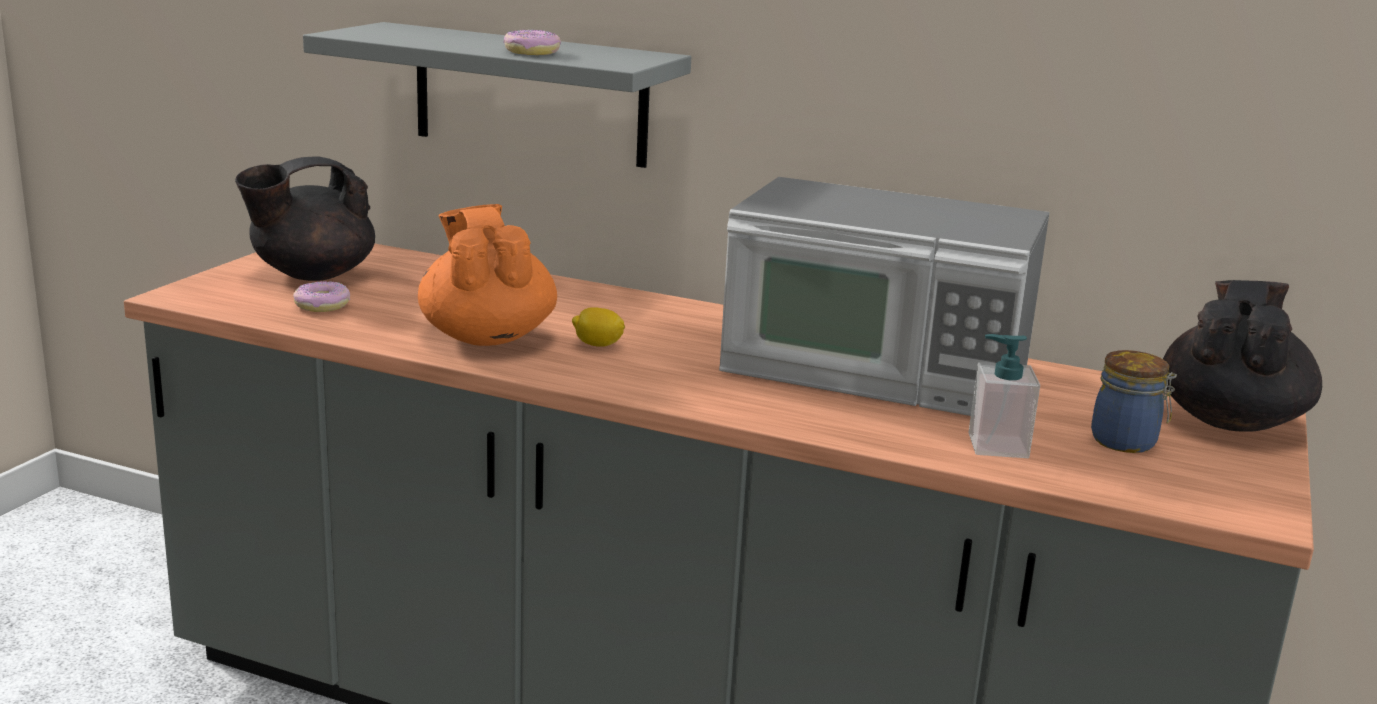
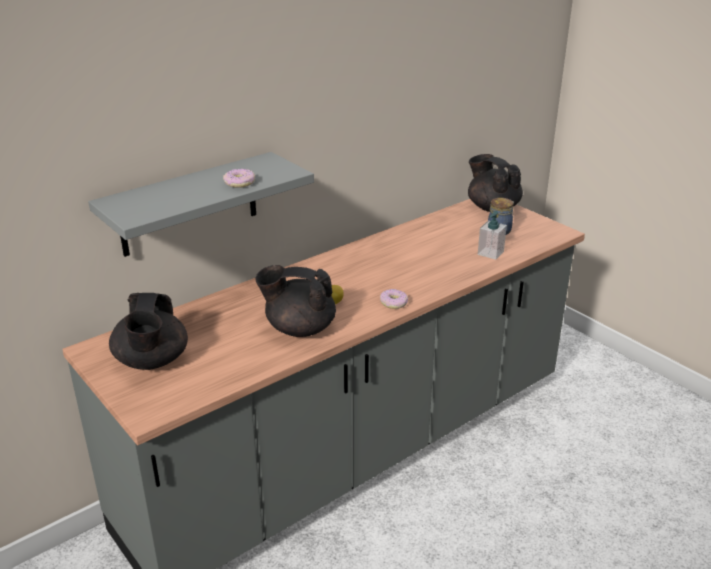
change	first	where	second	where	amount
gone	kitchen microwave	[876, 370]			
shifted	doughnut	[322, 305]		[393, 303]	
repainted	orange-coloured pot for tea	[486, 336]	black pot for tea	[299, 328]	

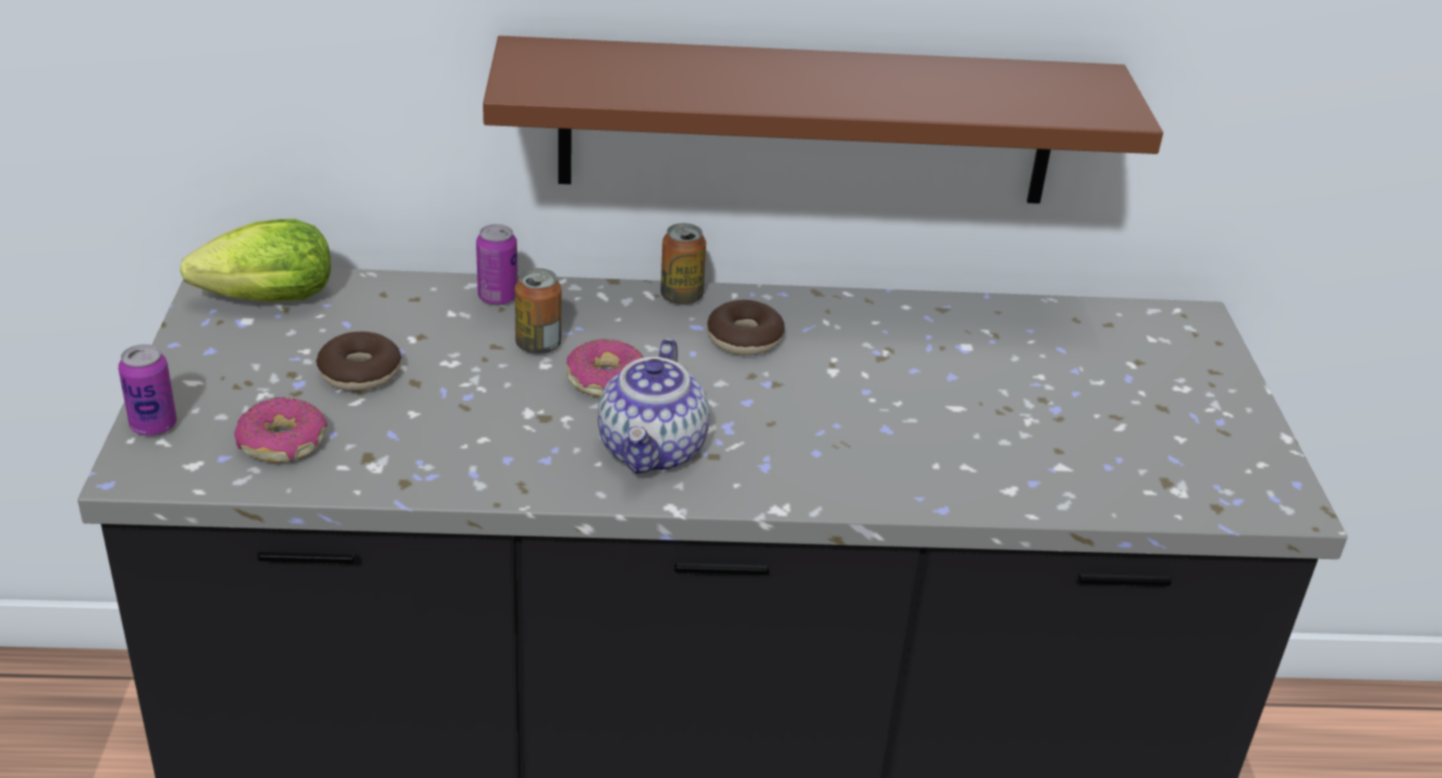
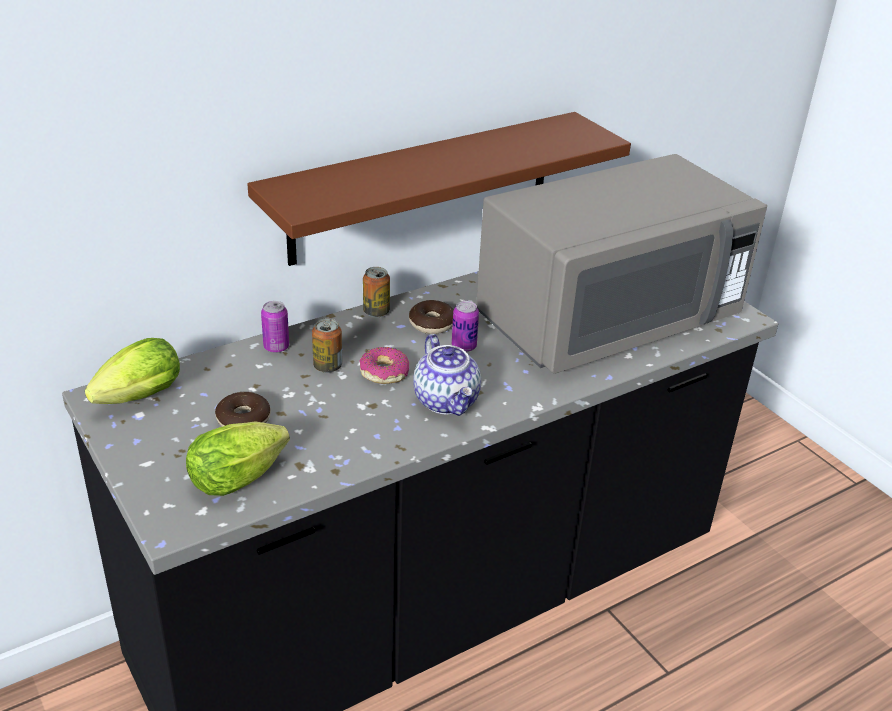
change	first	where	second	where	amount
new			gray kitchen microwave	[607, 322]	
shifted	metal can	[153, 426]		[464, 346]	
swapped	doughnut	[283, 443]	head of lettuce	[242, 477]	

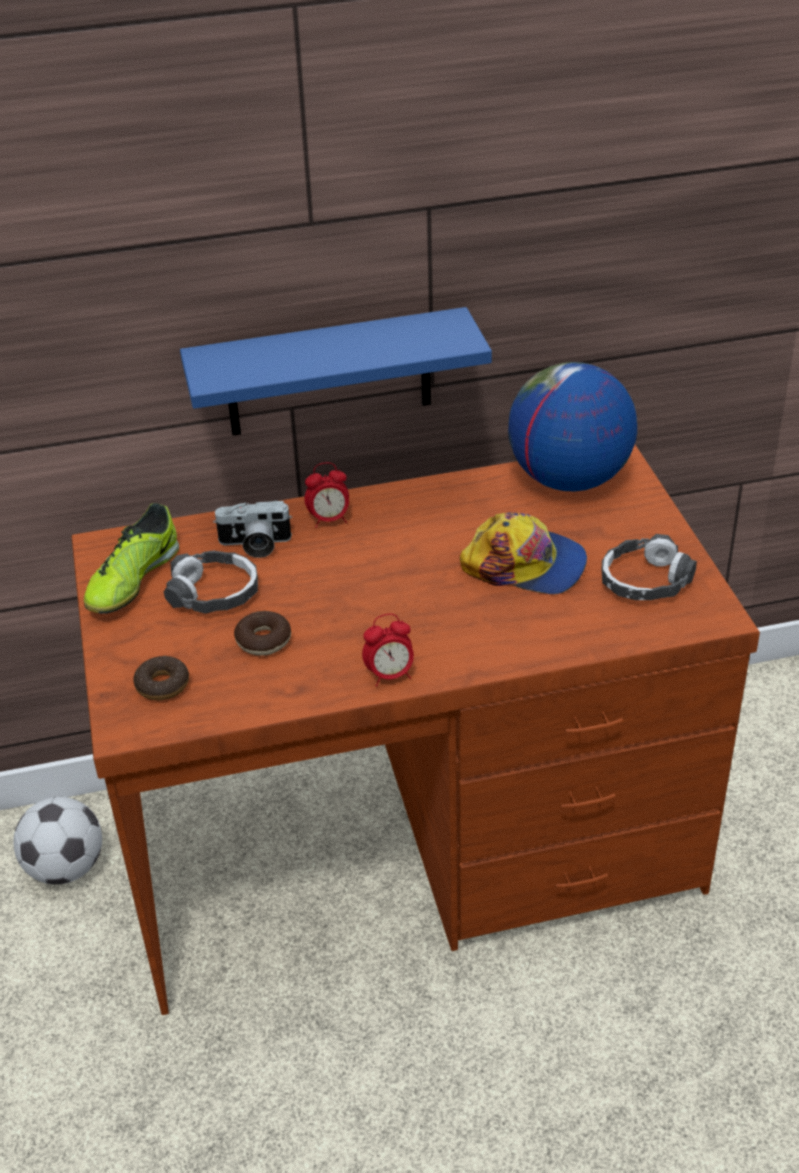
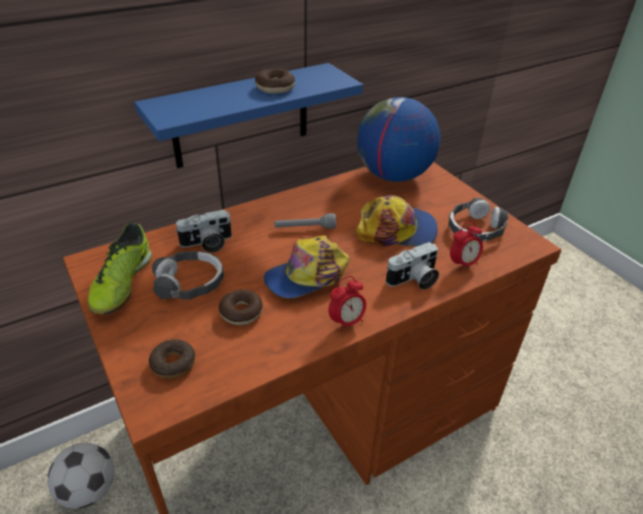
change	first	where	second	where	amount
new			doughnut	[275, 87]	
new			peaked cap	[307, 276]	
new			gray flashlight	[304, 228]	
new			still camera	[414, 280]	
shifted	table clock	[329, 520]		[463, 264]	

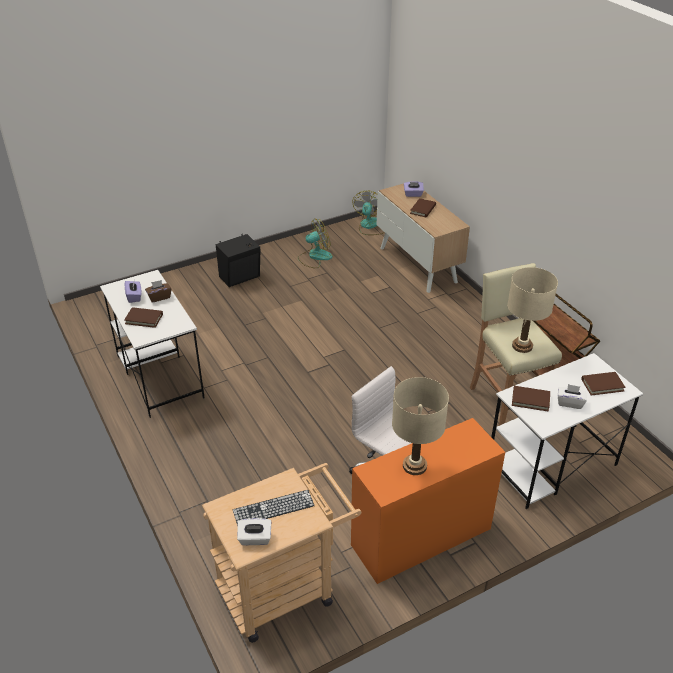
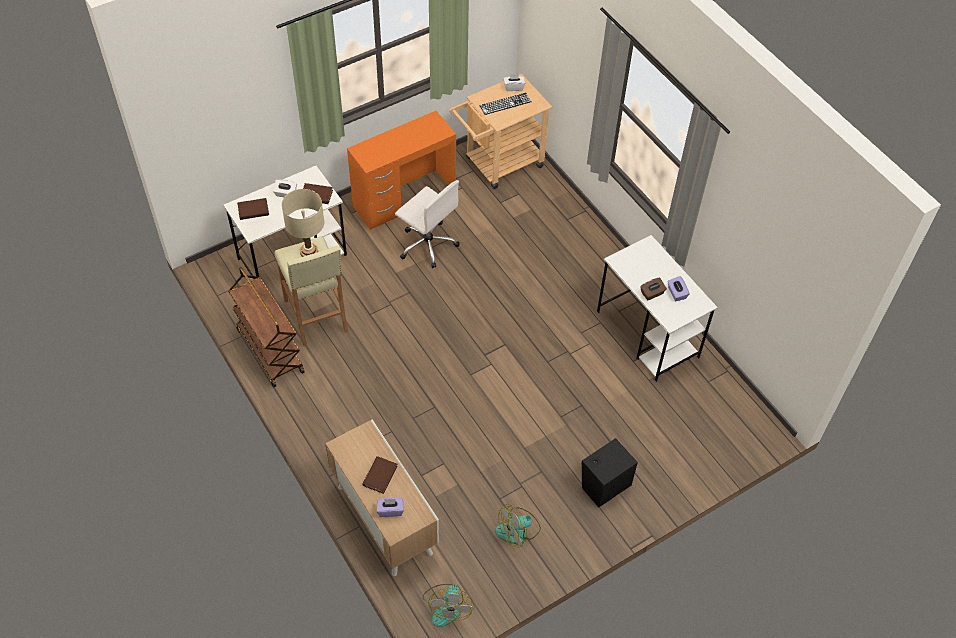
change	first	where	second	where	amount
gone	brown book	[144, 319]			
gone	beige lamp for a table	[414, 465]			

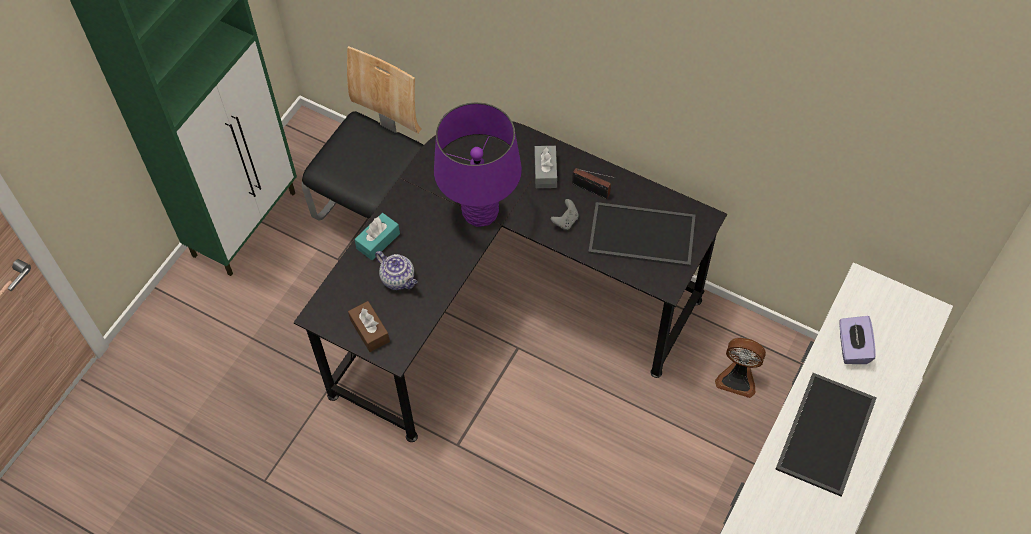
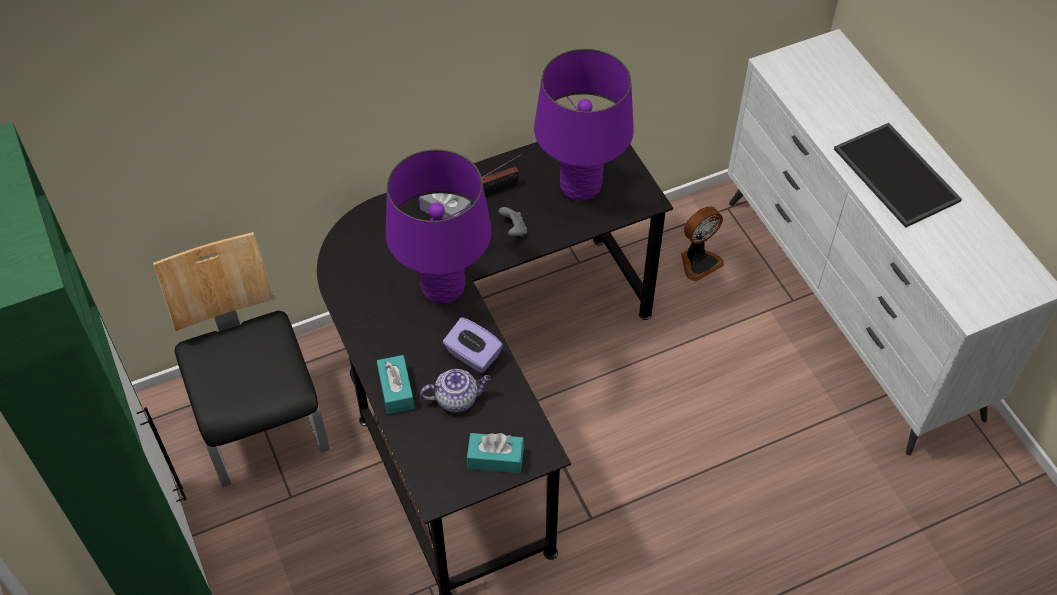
change	first	where	second	where	amount
shifted	purple tissue holder	[852, 348]		[473, 356]	
swapped	carrying tray	[640, 236]	purple lamp for a table	[580, 187]	
repainted	brown tissue holder	[370, 330]	turquoise tissue holder	[495, 458]	

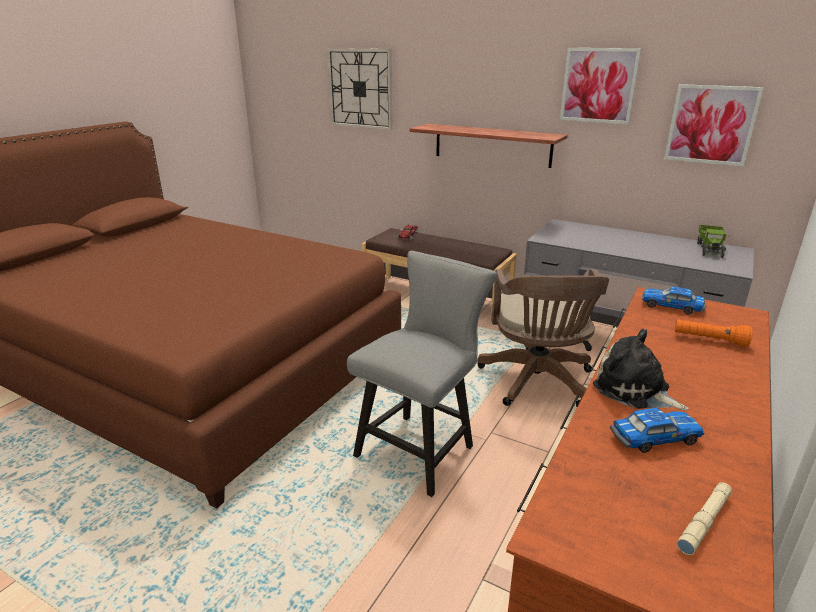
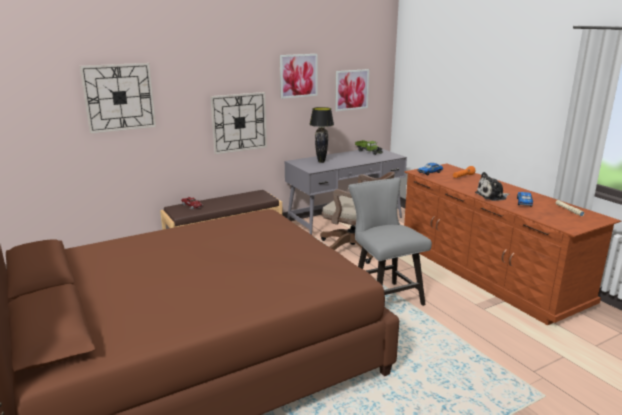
change	first	where	second	where	amount
new			black lamp for a table	[321, 162]	
swapped	shelf	[492, 145]	hanging clock	[239, 122]	

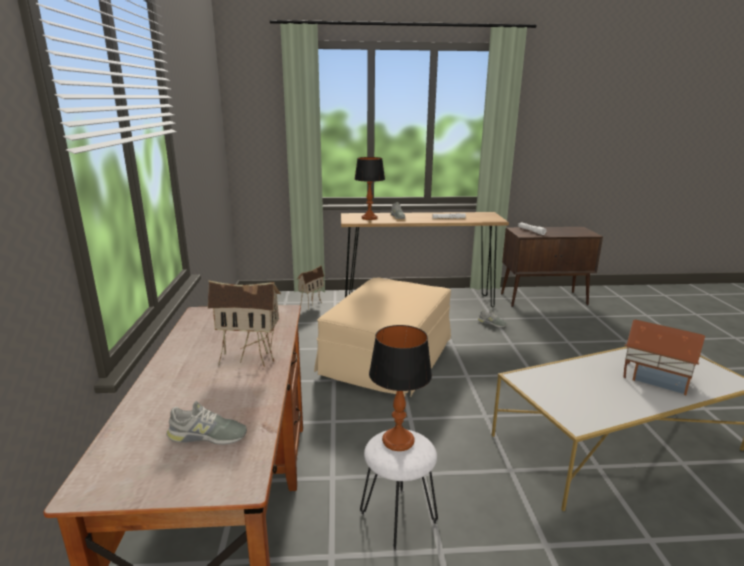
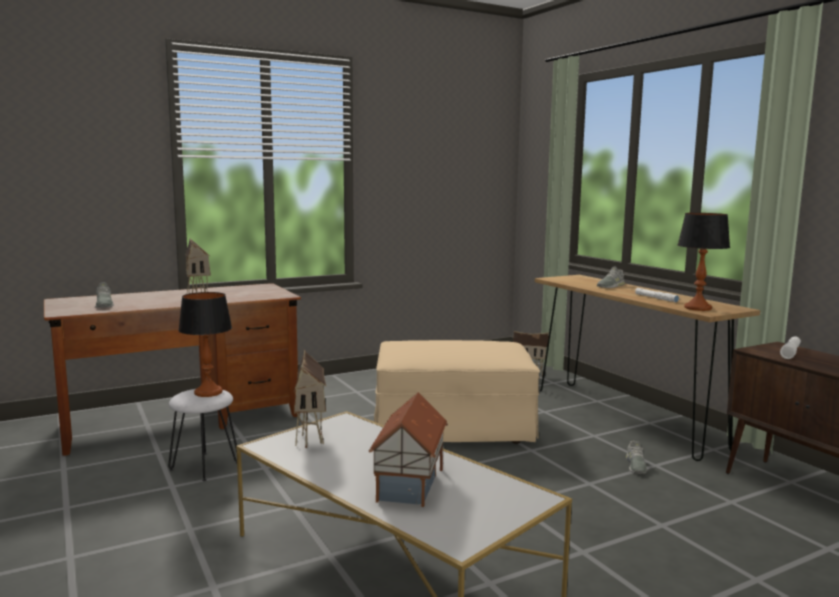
change	first	where	second	where	amount
new			model house	[311, 438]	
shifted	lamp for a table	[369, 218]		[697, 308]	

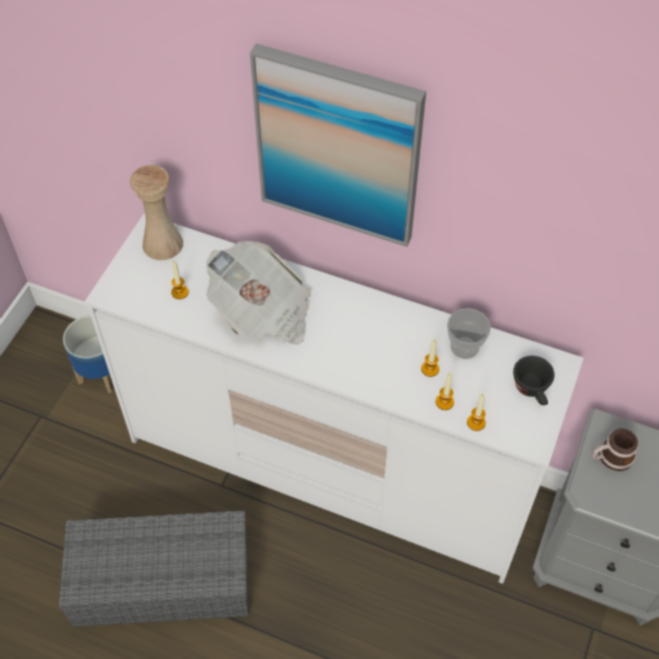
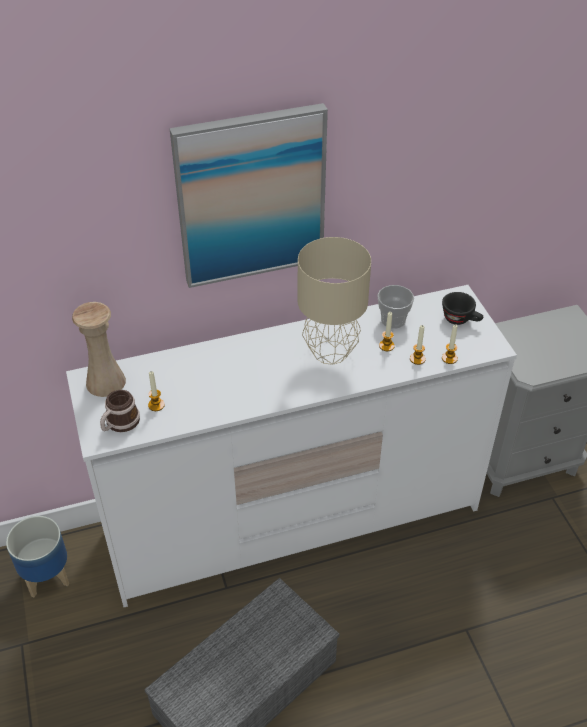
change	first	where	second	where	amount
gone	daily paper	[262, 312]			
new			beige lamp for a table	[329, 351]	
shifted	coffee mug	[610, 457]		[119, 424]	

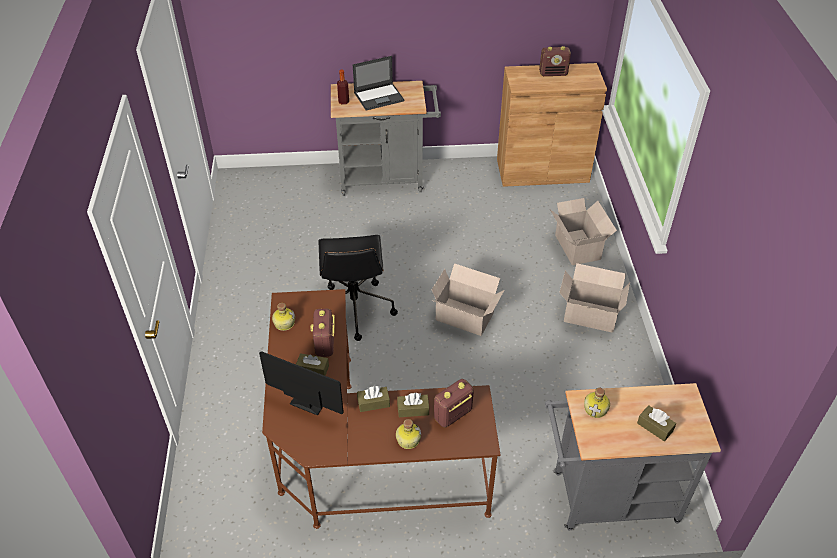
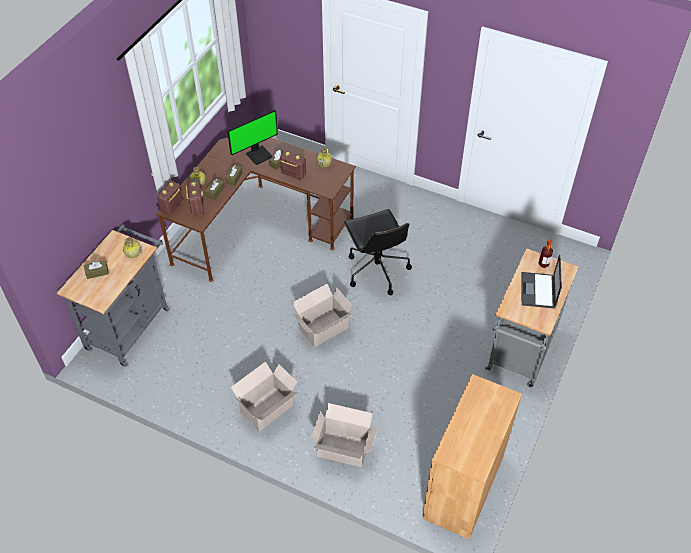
change	first	where	second	where	amount
shifted	radio	[553, 73]		[171, 207]	
rotated	black desk chair	[354, 308]		[376, 270]	135 degrees counterclockwise

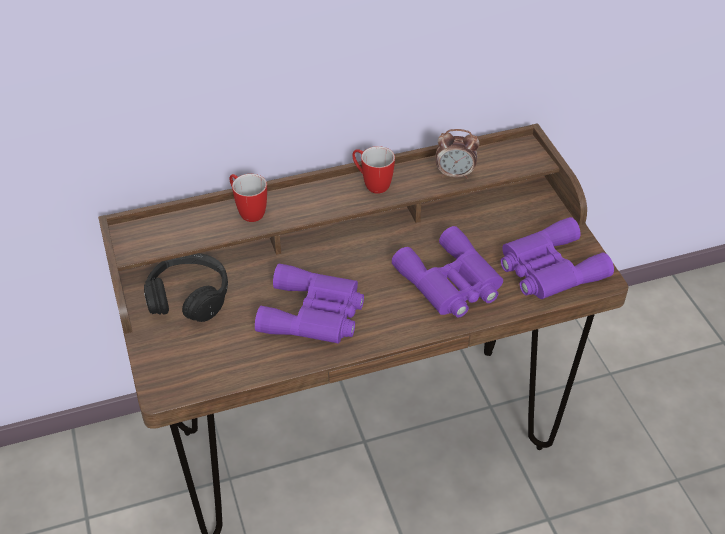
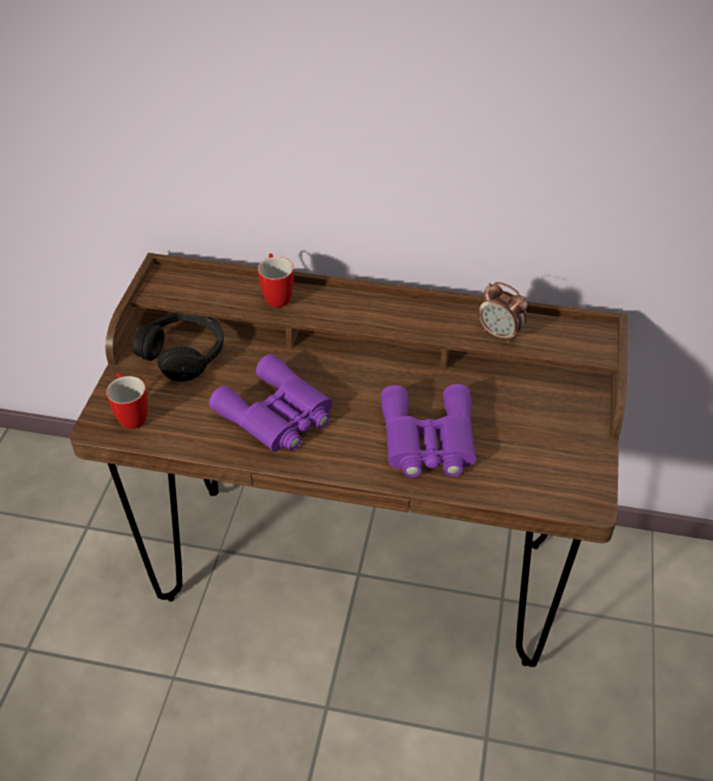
change	first	where	second	where	amount
gone	purple field glasses	[548, 269]			
shifted	coffee mug	[372, 184]		[131, 415]	

